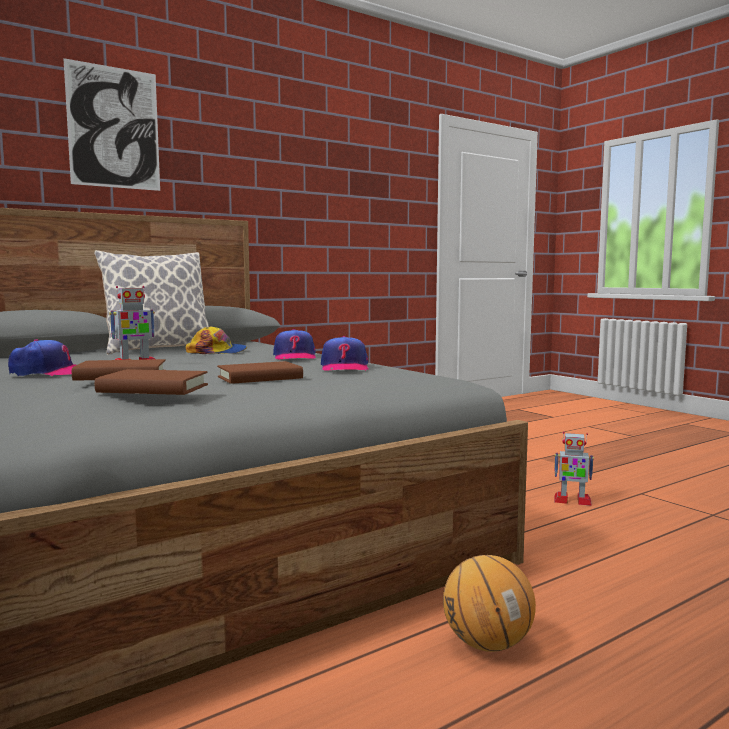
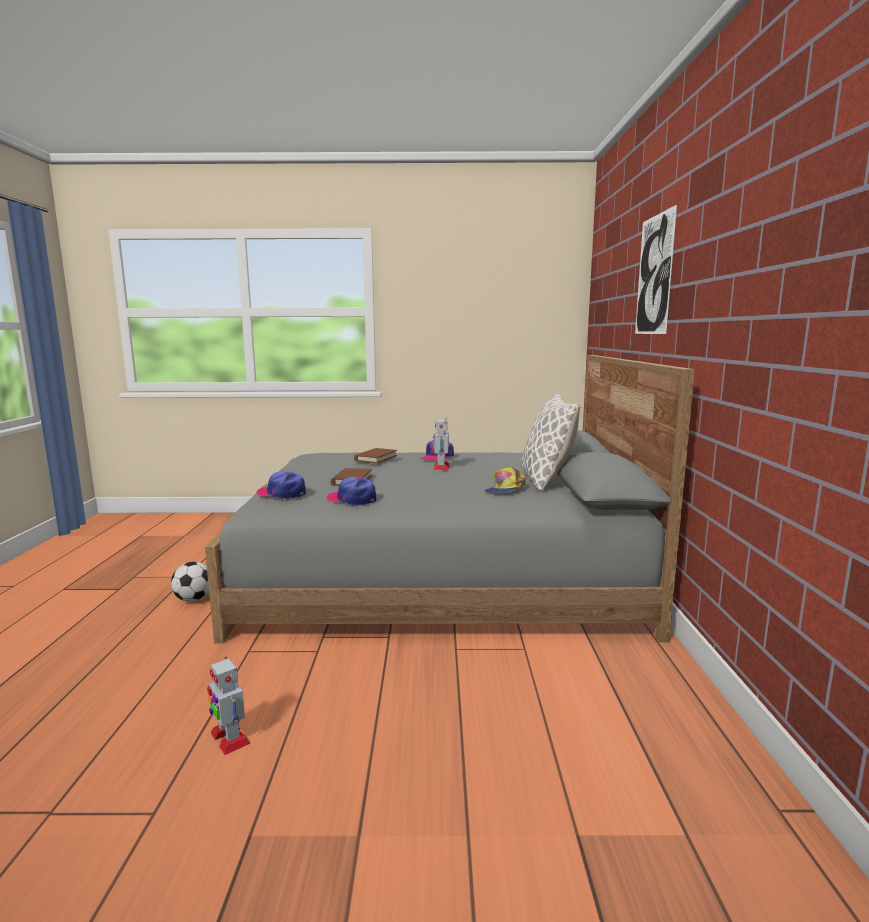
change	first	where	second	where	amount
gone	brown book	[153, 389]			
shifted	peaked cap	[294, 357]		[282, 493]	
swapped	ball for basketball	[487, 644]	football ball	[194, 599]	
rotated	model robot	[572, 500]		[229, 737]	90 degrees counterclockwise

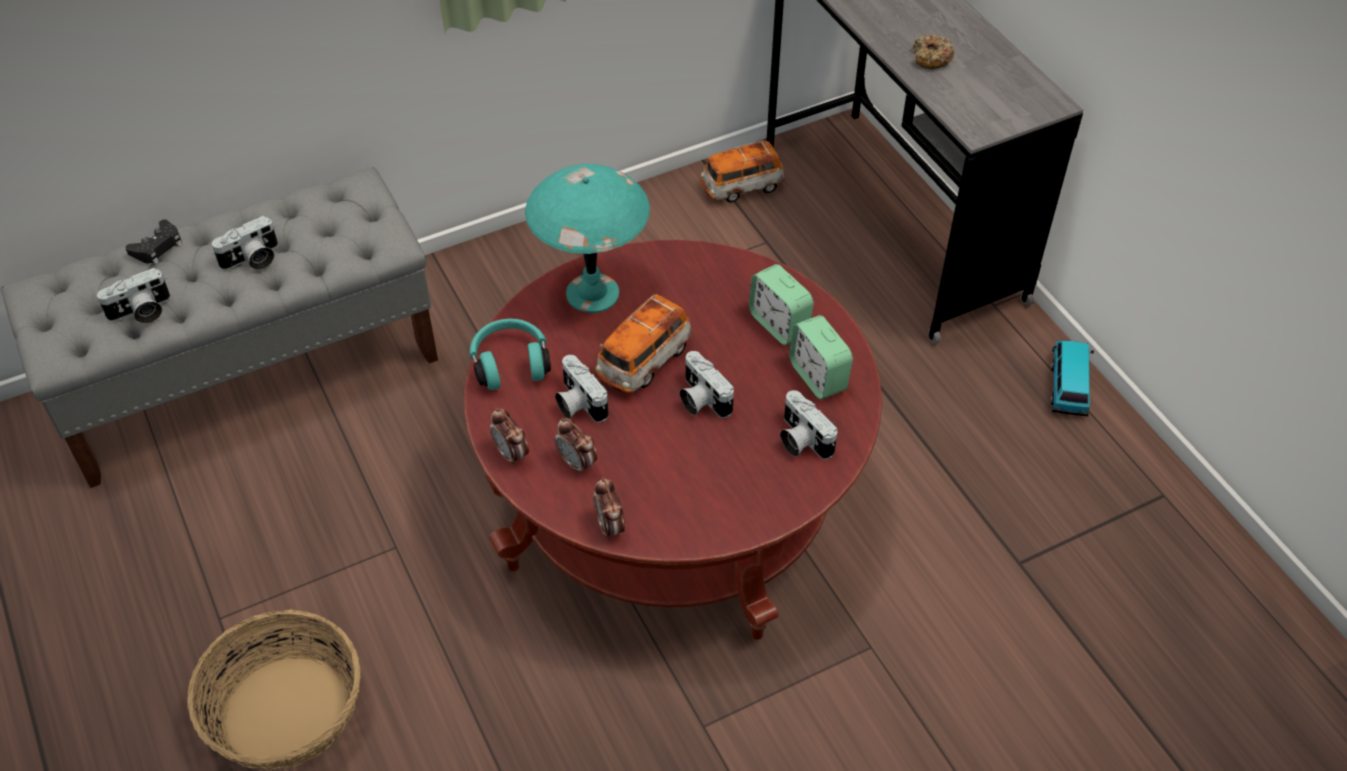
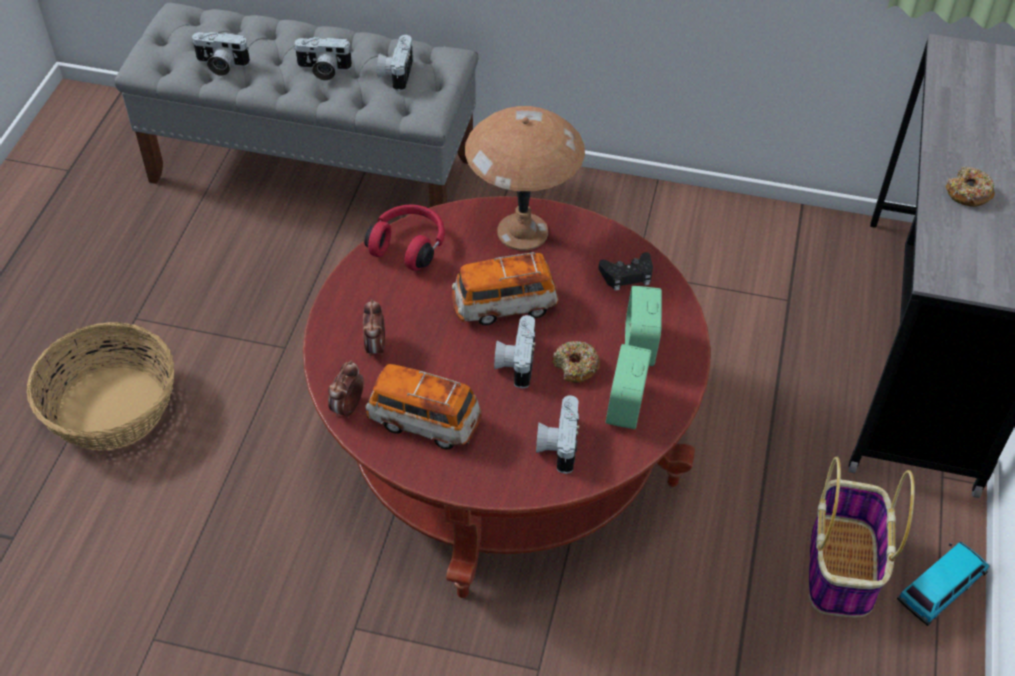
change	first	where	second	where	amount
gone	table clock	[511, 454]			
new			doughnut	[575, 367]	
new			basket	[842, 568]	
shifted	black joypad	[158, 247]		[627, 275]	
shifted	still camera	[577, 403]		[395, 73]	
shifted	miniature car	[742, 187]		[423, 422]	
repainted	turquoise headphones	[510, 363]	red headphones	[409, 245]	
repainted	turquoise lamp for a table	[592, 292]	brown lamp for a table	[523, 231]	

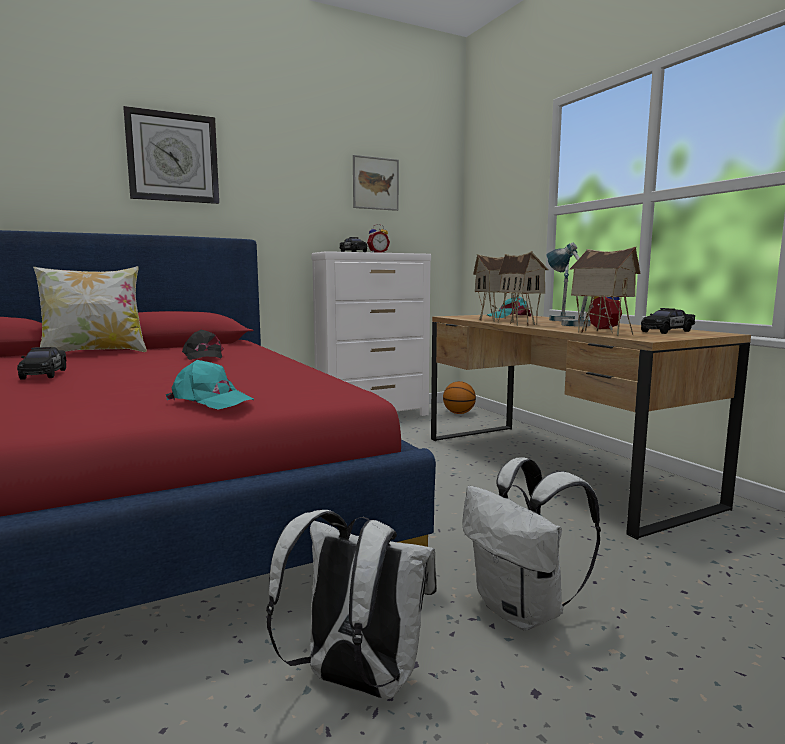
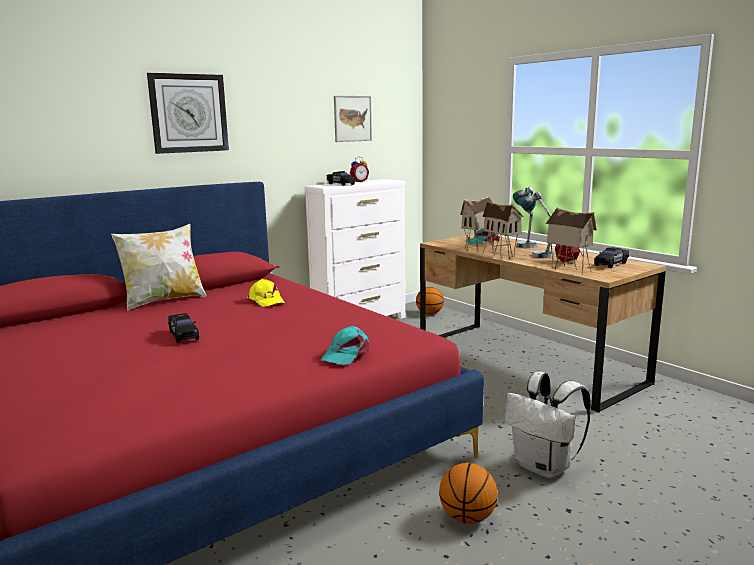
change	first	where	second	where	amount
swapped	white-coloured backpack	[355, 681]	ball for basketball	[467, 518]	
repainted	black peaked cap	[203, 356]	yellow peaked cap	[266, 300]	
rotated	turquoise peaked cap	[210, 401]		[346, 354]	105 degrees clockwise

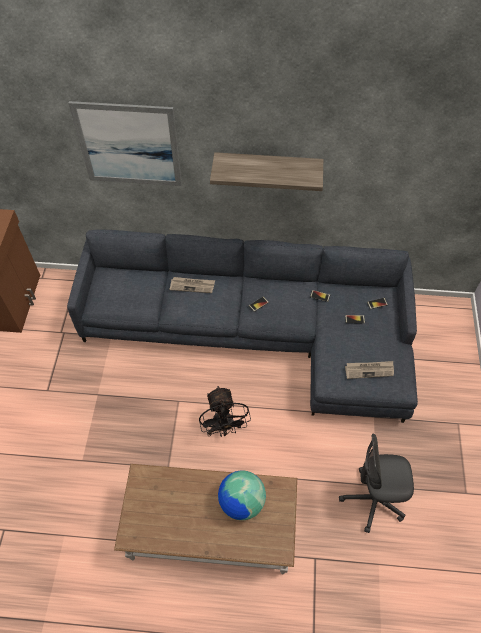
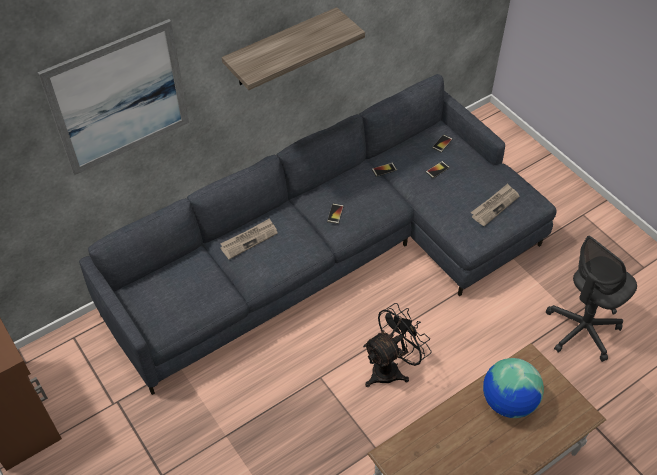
change	first	where	second	where	amount
rotated	black electric fan	[223, 427]		[391, 368]	75 degrees counterclockwise

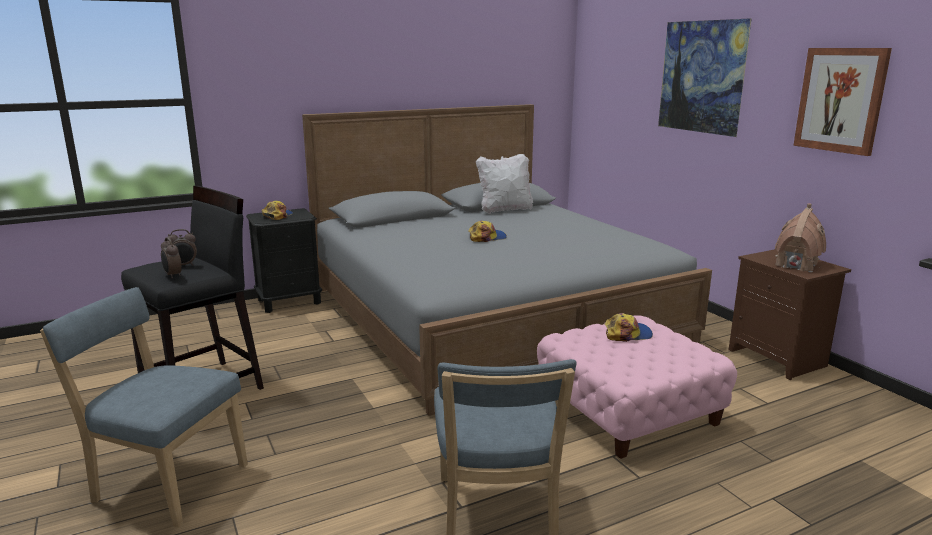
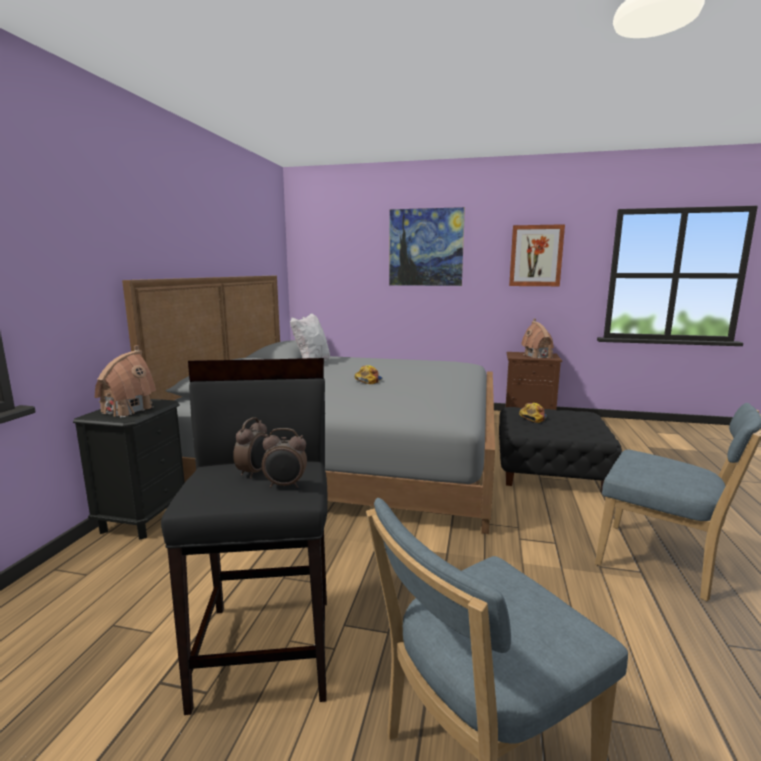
change	first	where	second	where	amount
swapped	peaked cap	[277, 216]	model house	[126, 410]	
repainted	pink-coloured pouffe	[628, 410]	black pouffe	[549, 470]	

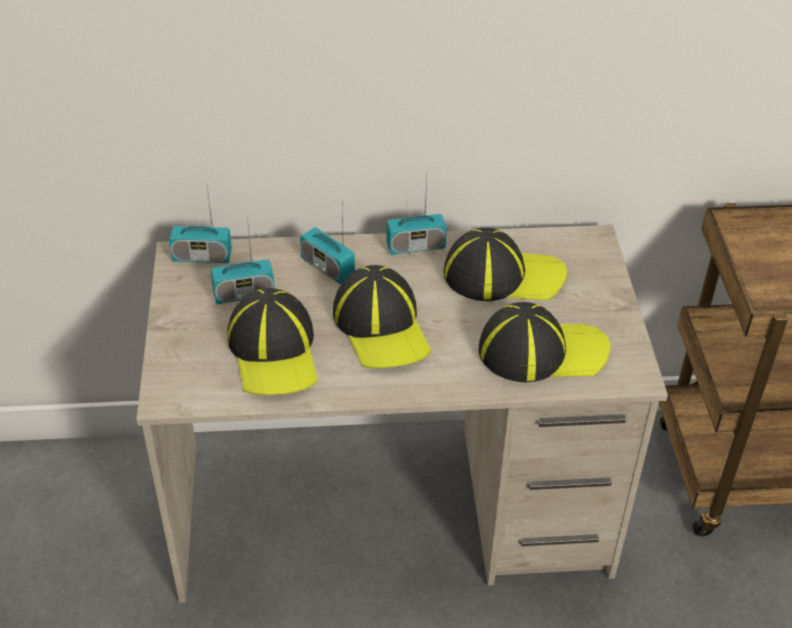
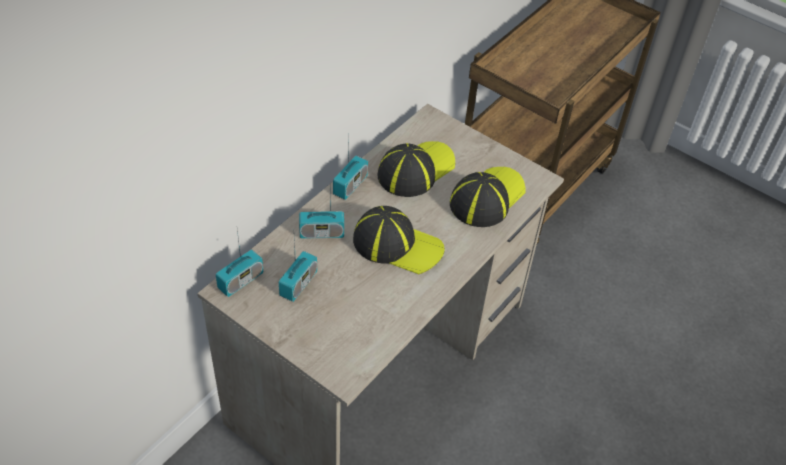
change	first	where	second	where	amount
gone	peaked cap	[274, 352]			

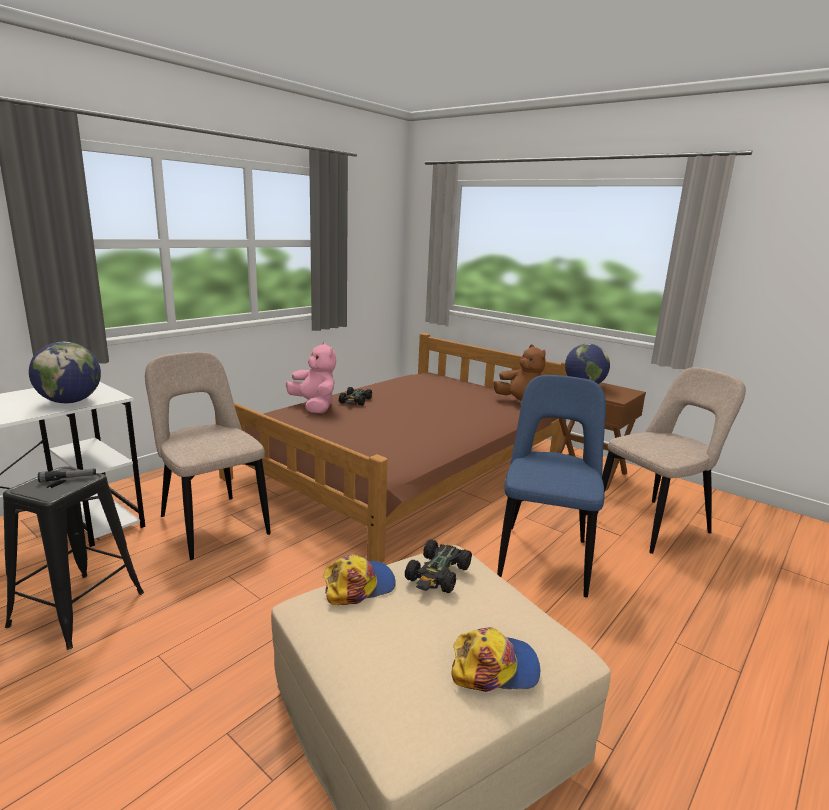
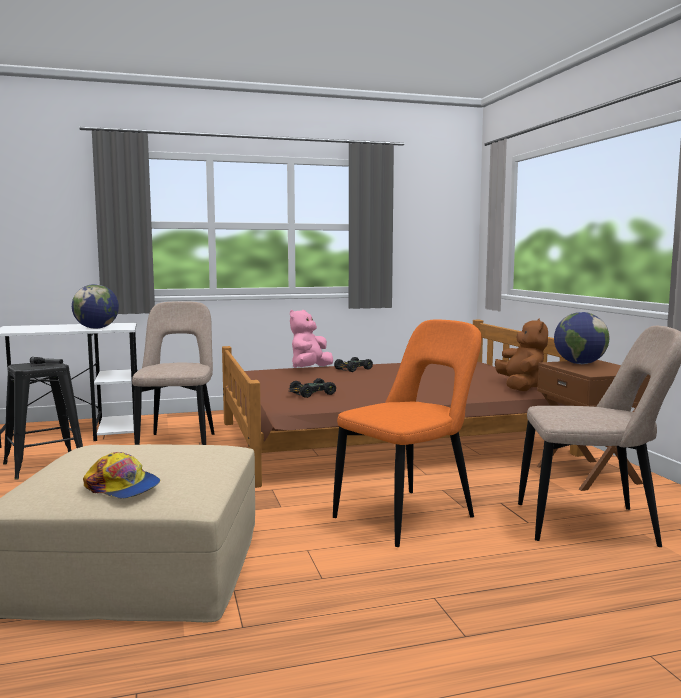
change	first	where	second	where	amount
gone	peaked cap	[359, 585]			
shifted	black miniature car	[438, 574]		[312, 394]	
repainted	blue upright chair	[544, 556]	orange-coloured upright chair	[409, 516]	
rotated	pink-coloured plush toy	[314, 406]		[310, 369]	150 degrees counterclockwise

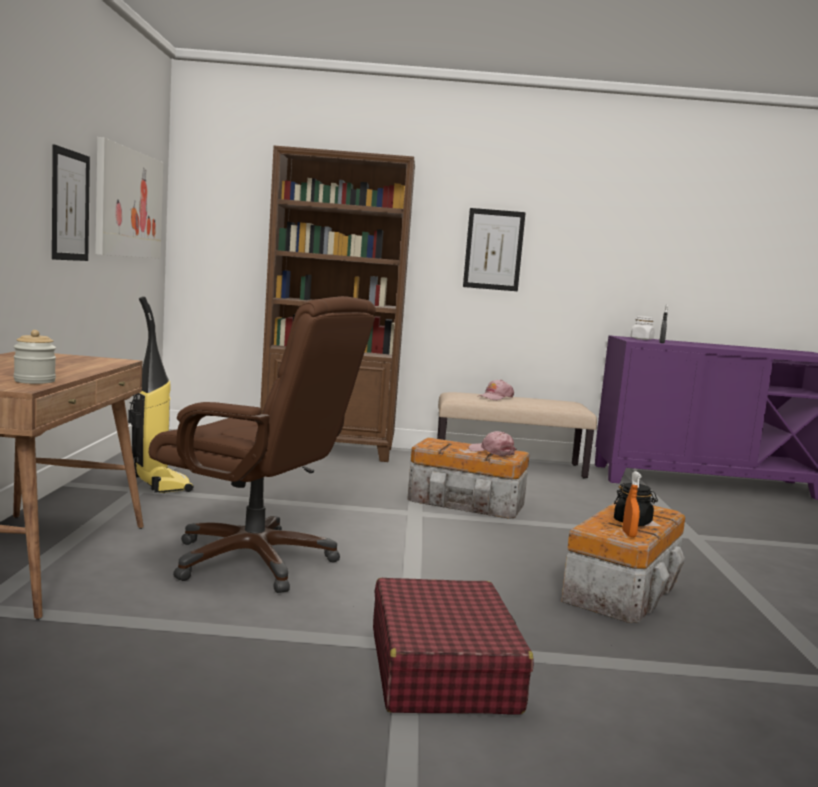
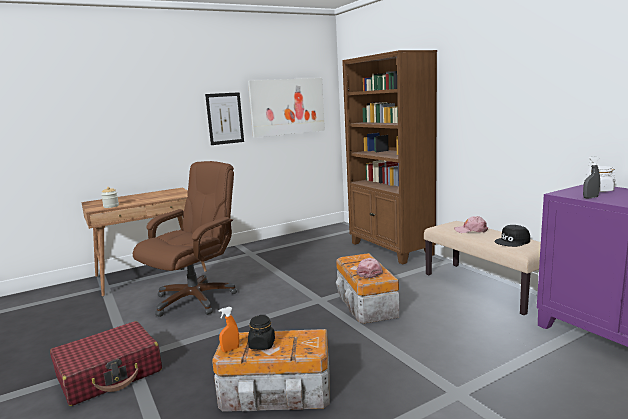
change	first	where	second	where	amount
gone	hoover	[160, 484]			
gone	wall art	[493, 250]			
new			black peaked cap	[512, 241]	
rotated	brown desk chair	[255, 561]		[195, 299]	135 degrees counterclockwise

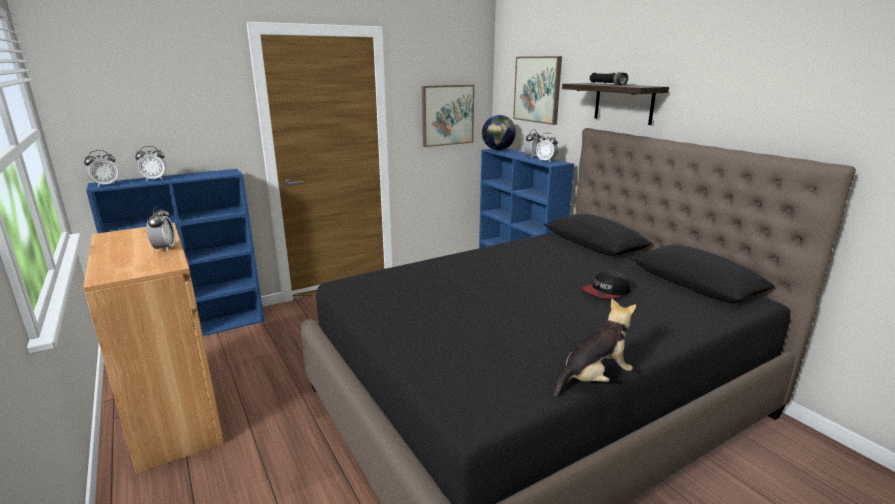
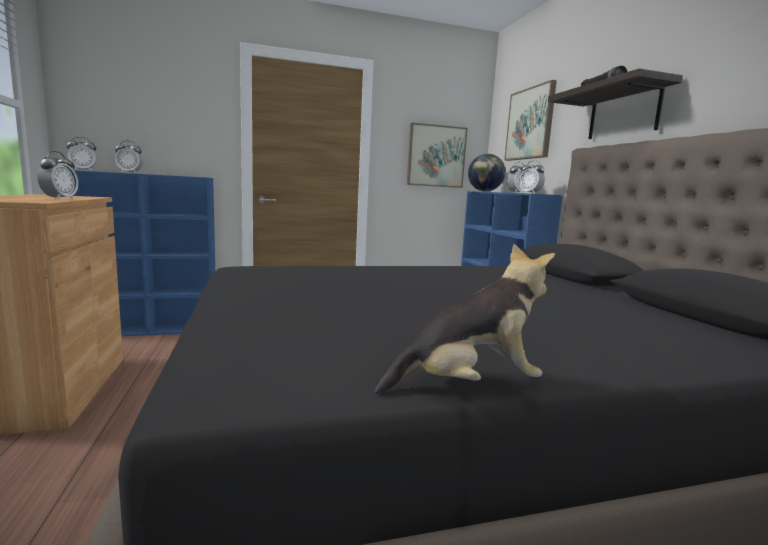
change	first	where	second	where	amount
gone	peaked cap	[606, 292]			

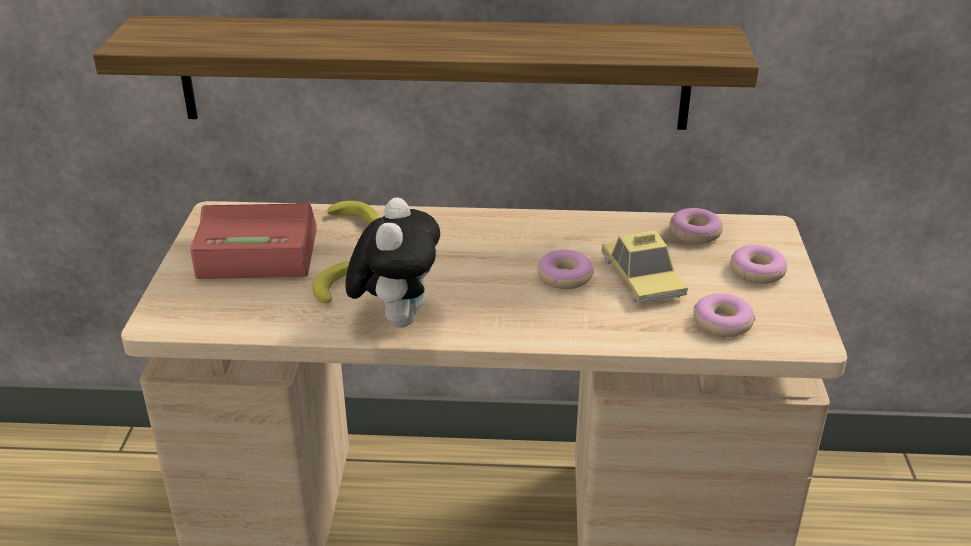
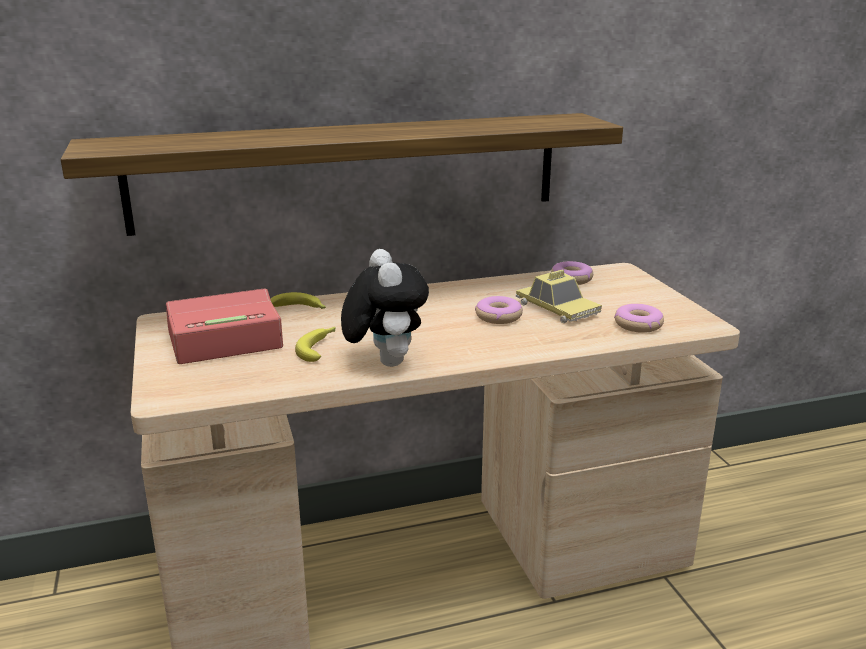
change	first	where	second	where	amount
gone	doughnut	[757, 272]			

